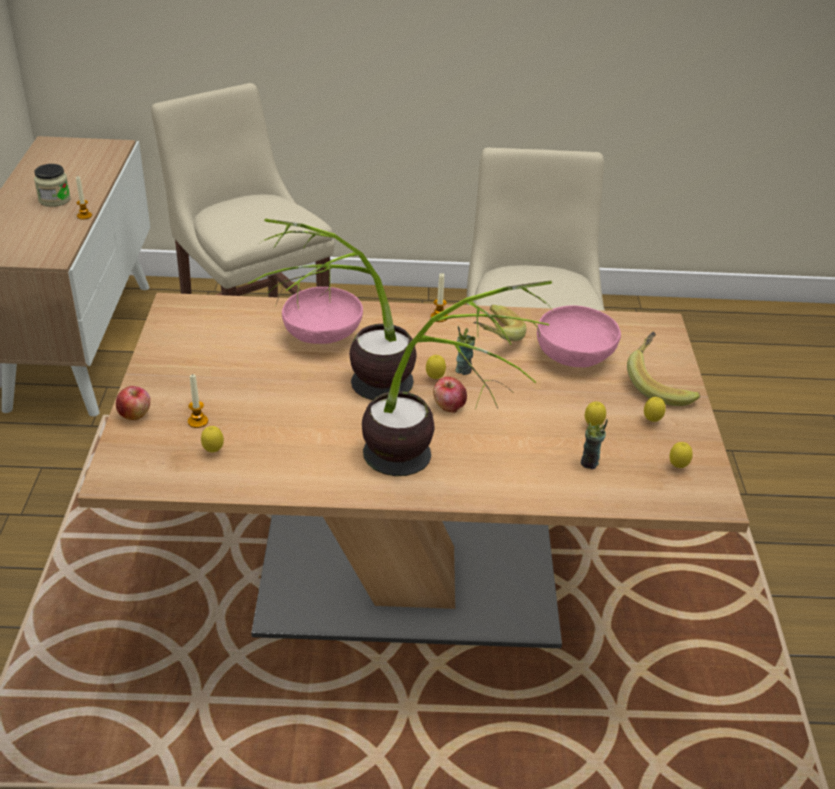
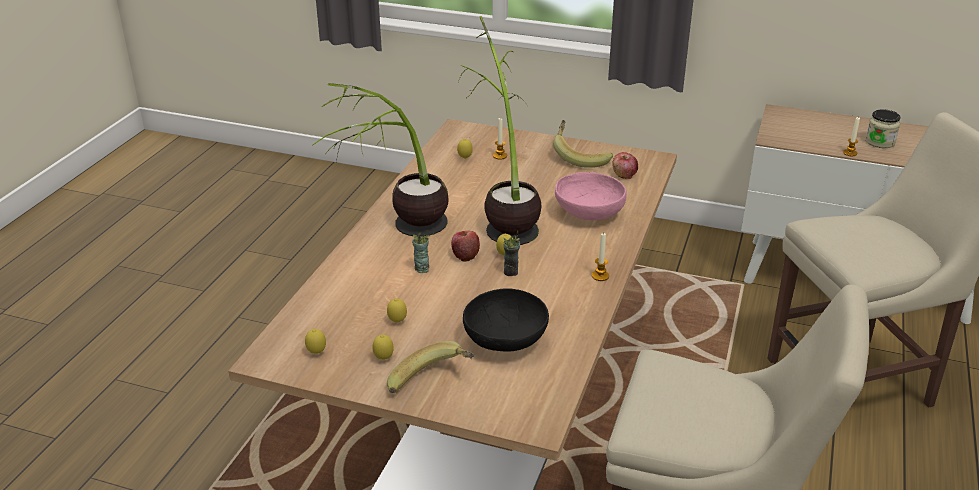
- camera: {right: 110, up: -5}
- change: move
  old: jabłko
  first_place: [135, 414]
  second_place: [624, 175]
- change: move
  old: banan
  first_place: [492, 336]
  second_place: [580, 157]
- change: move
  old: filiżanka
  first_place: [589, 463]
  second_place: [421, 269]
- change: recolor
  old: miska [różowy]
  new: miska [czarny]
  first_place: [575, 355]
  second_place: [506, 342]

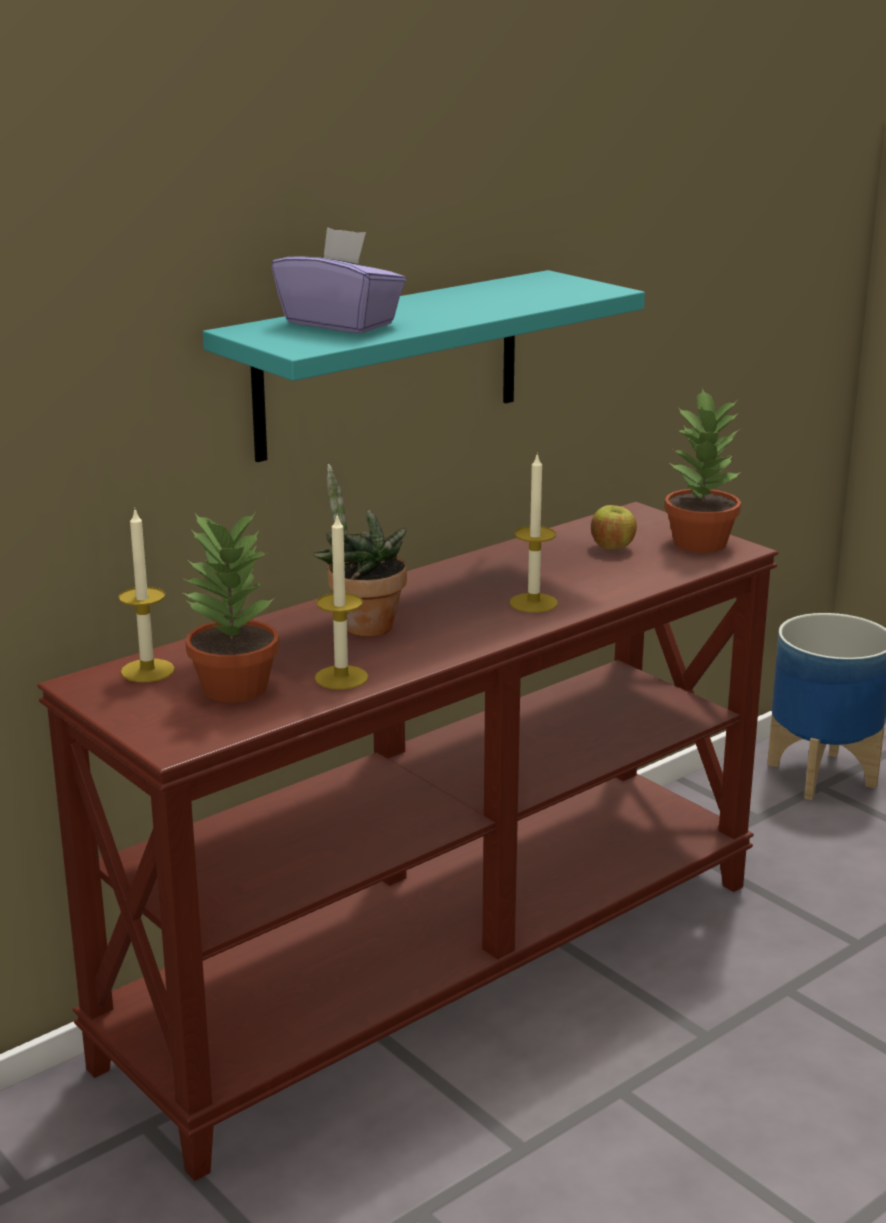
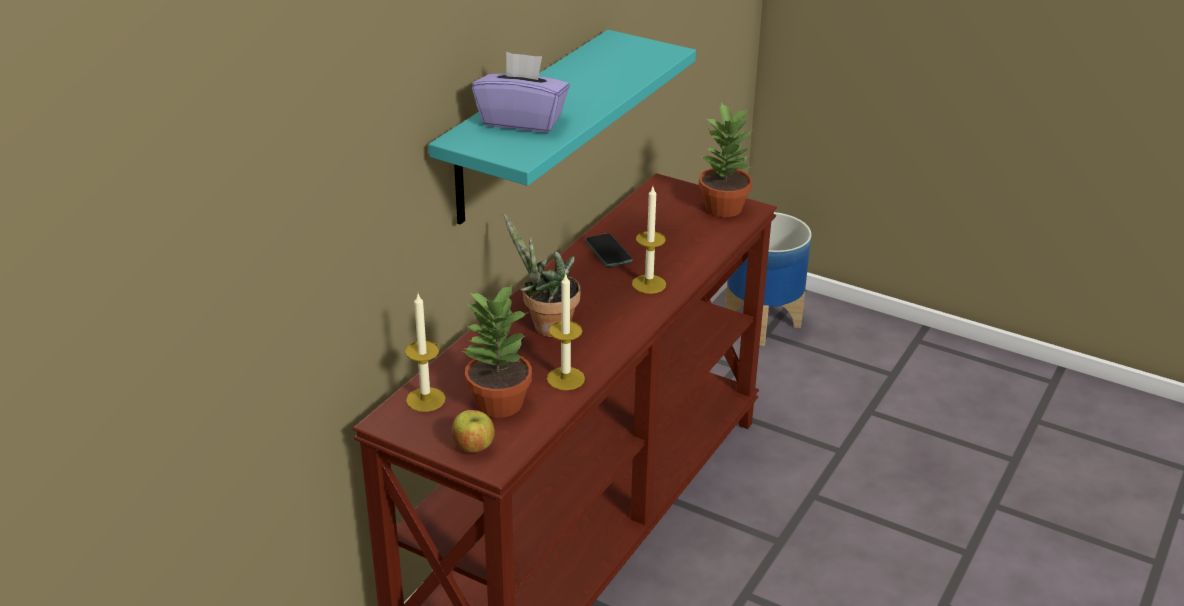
- camera: {right: -20, up: 10}
- change: insert
  new: telefon
  second_place: [608, 251]
- change: move
  old: jabłko
  first_place: [612, 547]
  second_place: [473, 447]

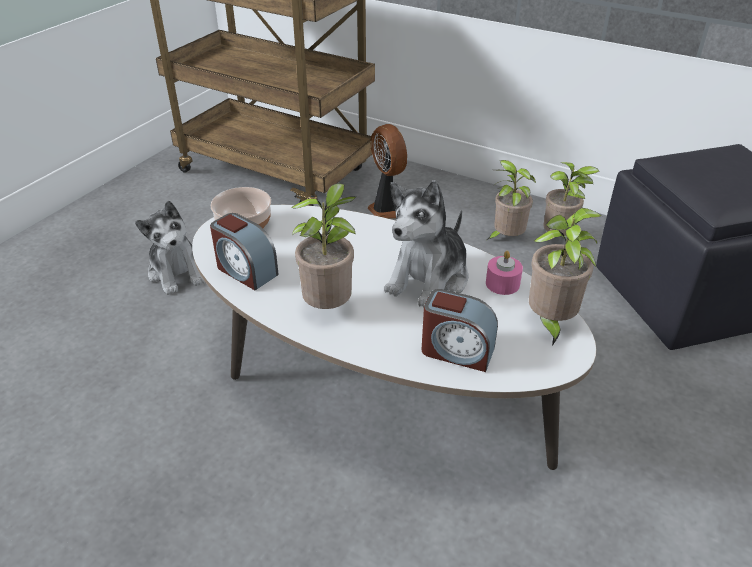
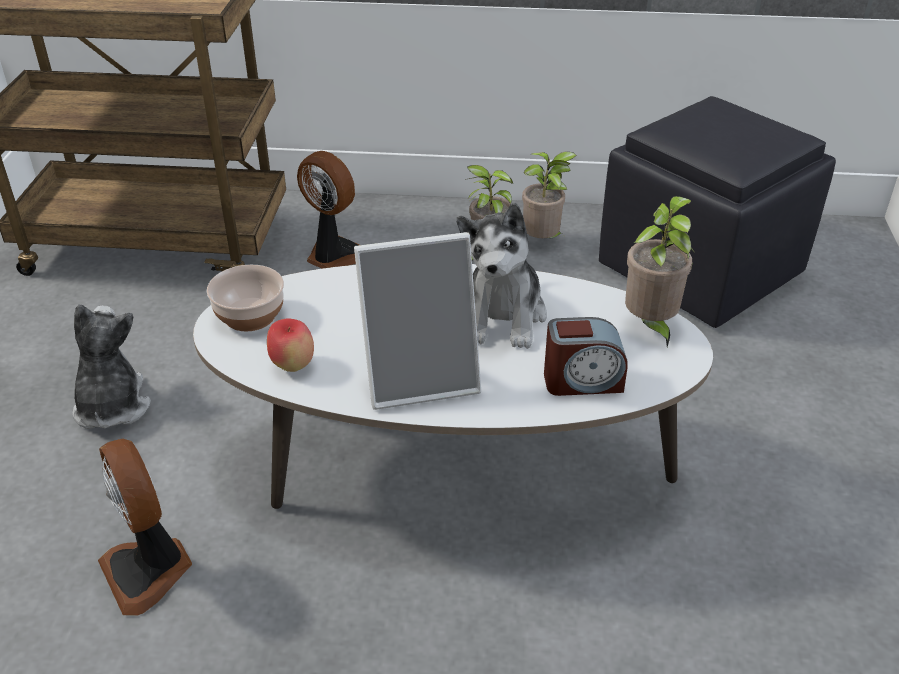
- camera: {right: -25, up: 0}
- change: delete
  old: świeca [różowy]
  first_place: [502, 284]
- change: insert
  new: wentylator
  second_place: [149, 570]
- change: replace
  old: budzik
  new: jabłko
  first_place: [245, 271]
  second_place: [293, 365]
- change: replace
  old: roślina doniczkowa
  new: ramka na zdjęcie
  first_place: [330, 307]
  second_place: [420, 377]
- change: rotate
  old: pluszak
  first_place: [177, 272]
  second_place: [112, 406]
  degrees: -135

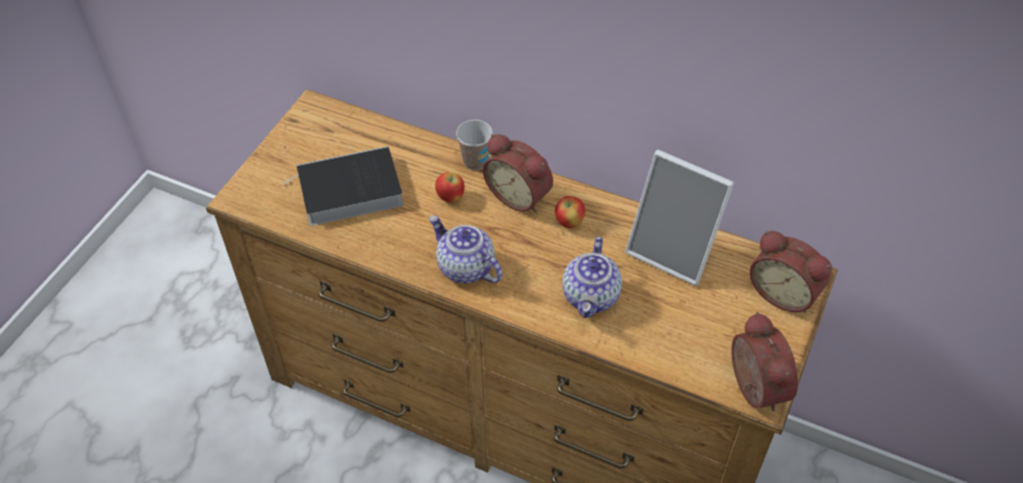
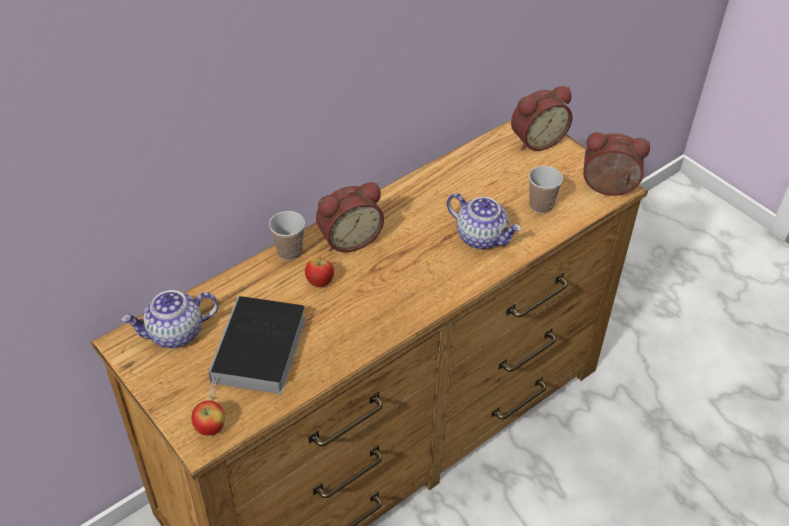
- camera: {right: -65, up: -5}
- change: delete
  old: ramka na zdjęcie
  first_place: [674, 251]
- change: insert
  new: filiżanka
  second_place: [541, 205]
- change: move
  old: imbryk
  first_place: [465, 268]
  second_place: [175, 334]
- change: move
  old: jabłko
  first_place: [569, 222]
  second_place: [210, 428]

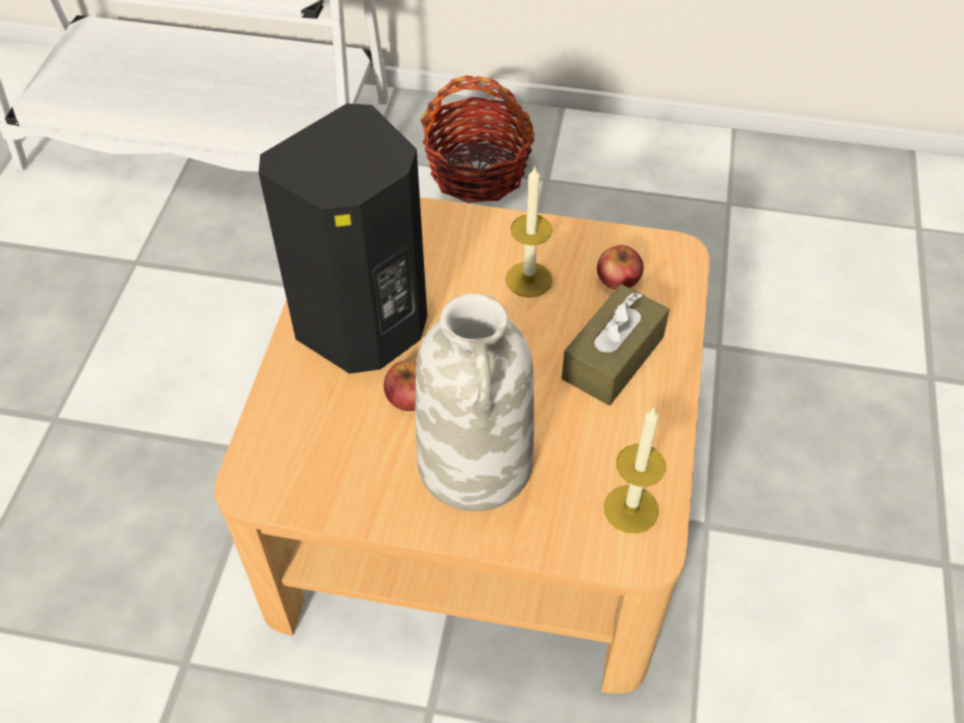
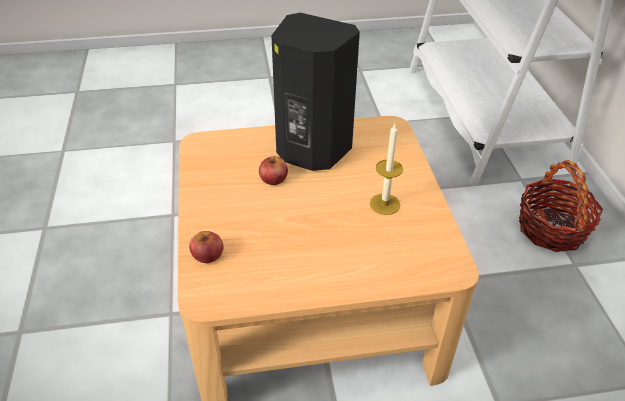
- camera: {right: 70, up: -10}
- change: delete
  old: wazon [biały]
  first_place: [477, 464]
- change: delete
  old: pudełko chusteczek [brązowy]
  first_place: [613, 358]
- change: delete
  old: świeca
  first_place: [631, 509]
- change: move
  old: jabłko
  first_place: [618, 279]
  second_place: [207, 255]

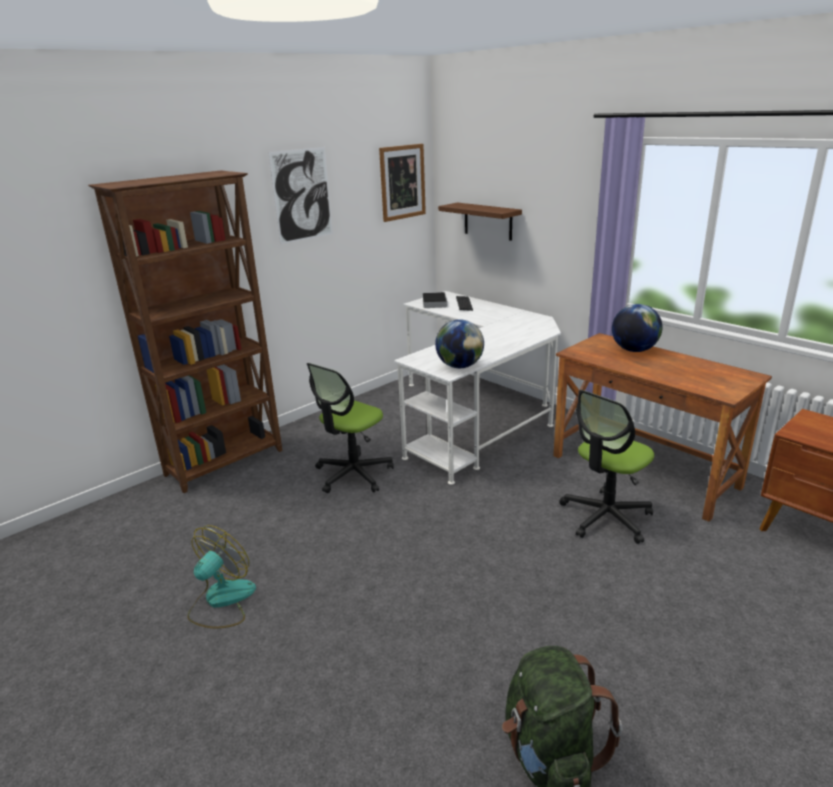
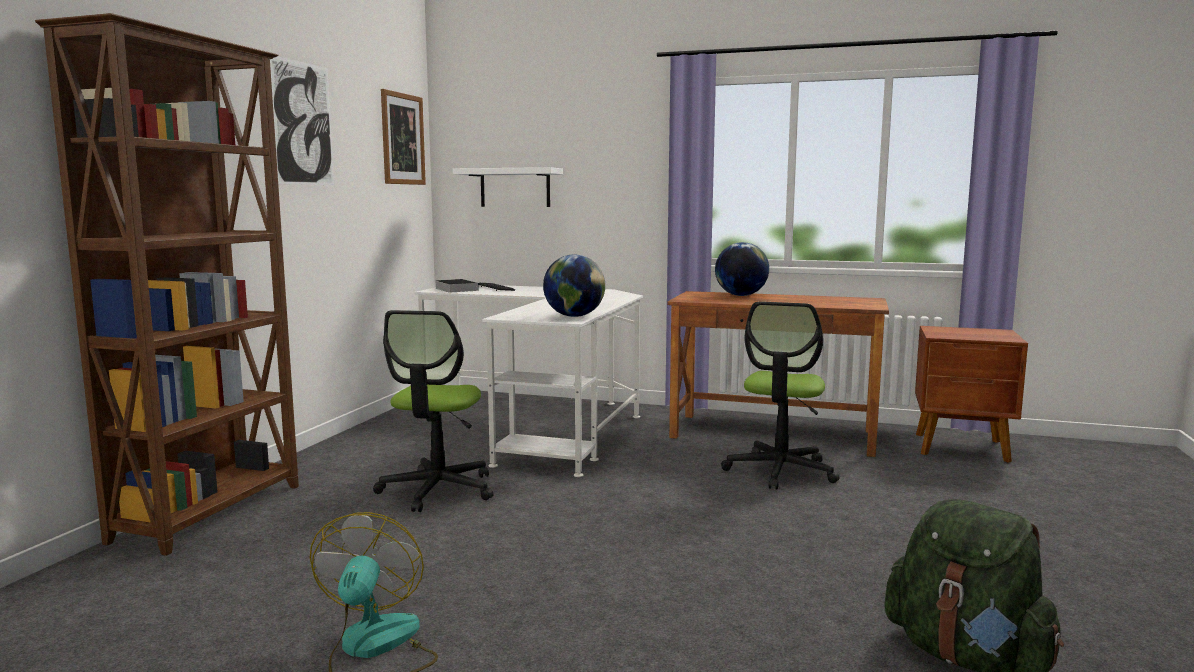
- camera: {right: -30, up: -15}
- change: recolor
  old: półka [brązowy]
  new: półka [biały]
  first_place: [488, 221]
  second_place: [515, 187]

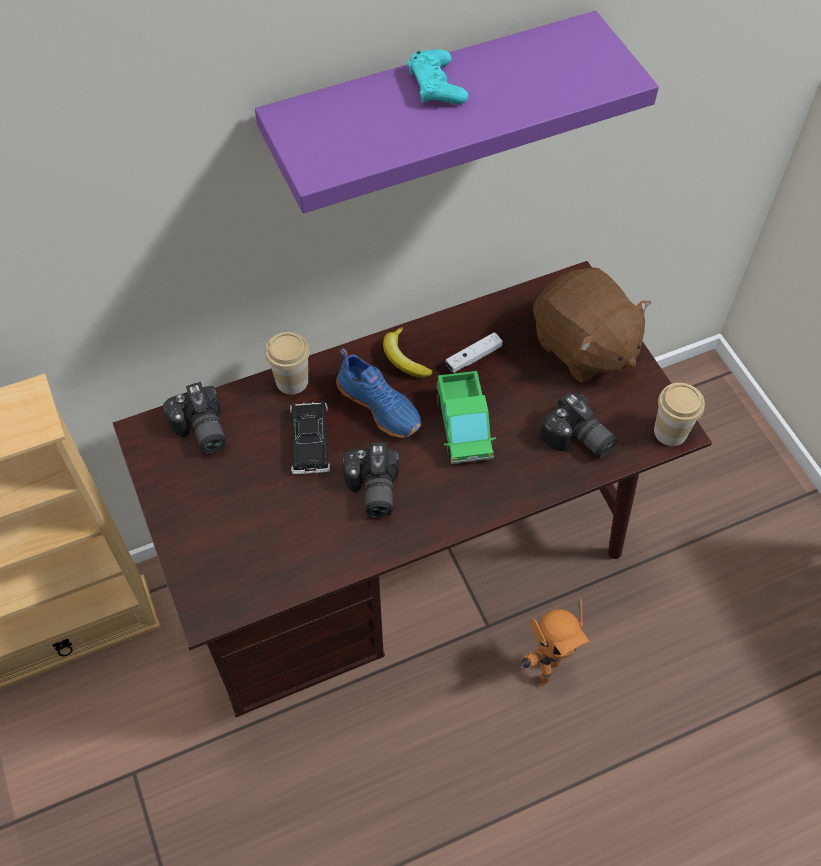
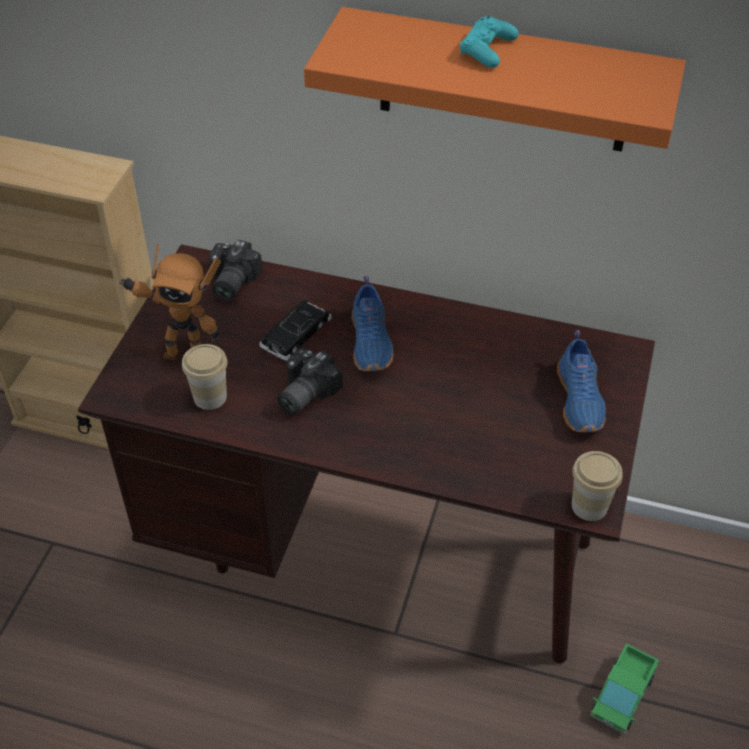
- camera: {right: 40, up: -10}
- change: delete
  old: banan
  first_place: [404, 358]
- change: delete
  old: pad do gier [biały]
  first_place: [473, 357]
- change: delete
  old: aparat fotograficzny
  first_place: [577, 440]
- change: move
  old: filiżanka
  first_place: [292, 381]
  second_place: [210, 397]
- change: move
  old: ciężarówka zabawkowa
  first_place: [464, 426]
  second_place: [622, 695]
- change: move
  old: robot zabawkowy
  first_place: [543, 670]
  second_place: [182, 350]
- change: replace
  old: pluszak [brązowy]
  new: but [niebieski]
  first_place: [583, 347]
  second_place: [580, 399]
- change: recolor
  old: półka [fioletowy]
  new: półka [pomarańczowy]
  first_place: [430, 105]
  second_place: [503, 81]

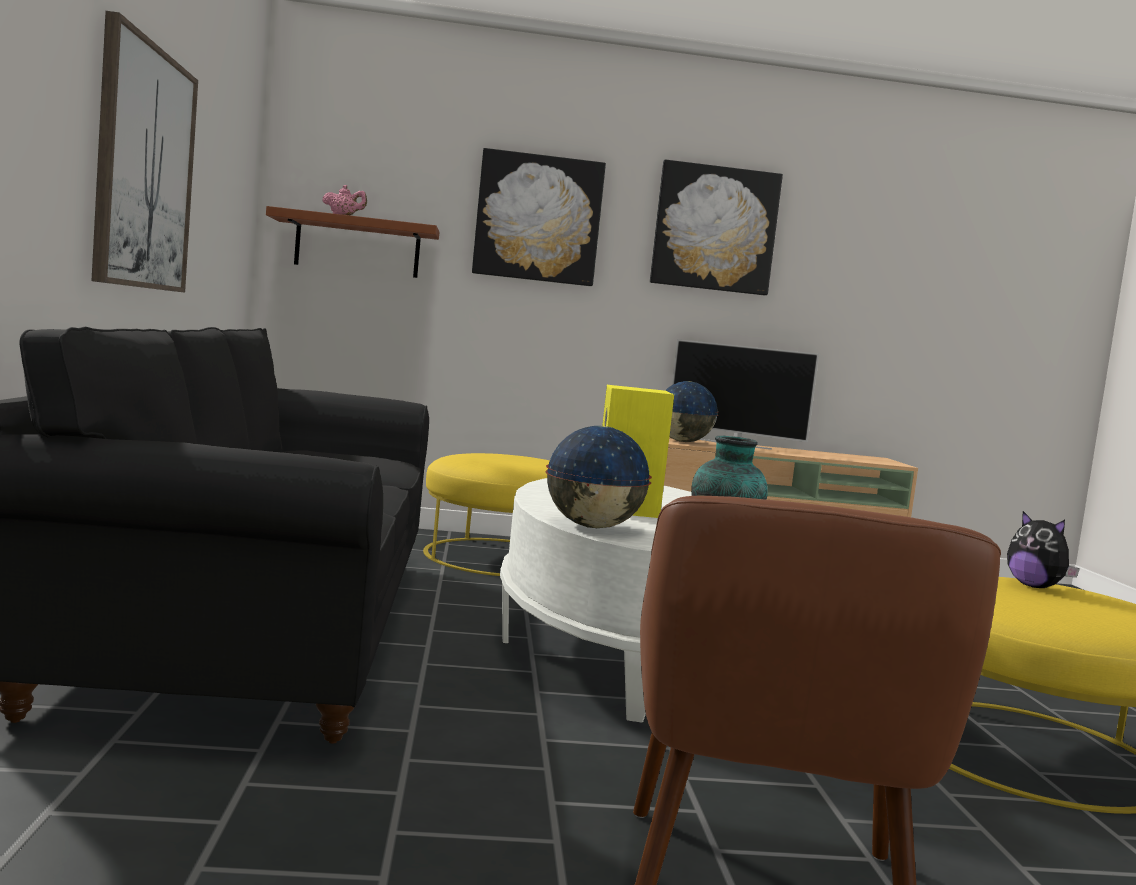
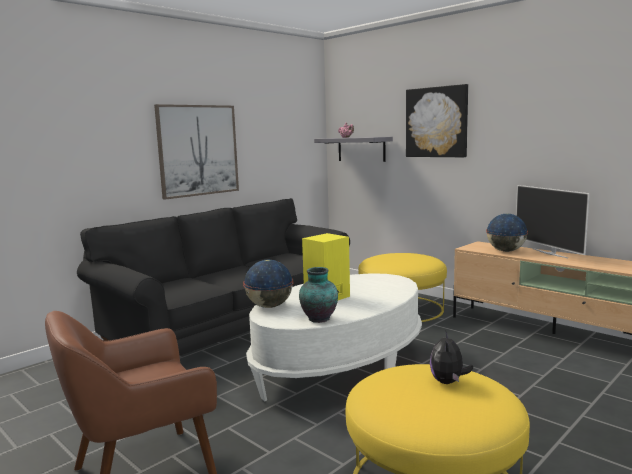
- camera: {right: 50, up: 5}
- change: delete
  old: obraz
  first_place: [714, 229]
- change: recolor
  old: półka [brązowy]
  new: półka [szary]
  first_place: [358, 246]
  second_place: [361, 149]

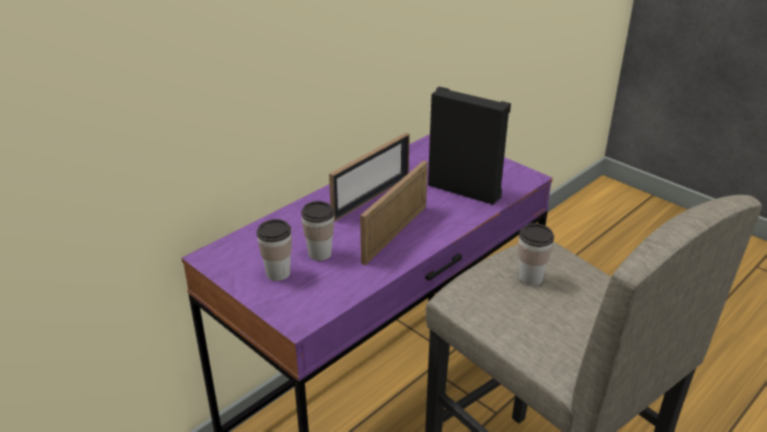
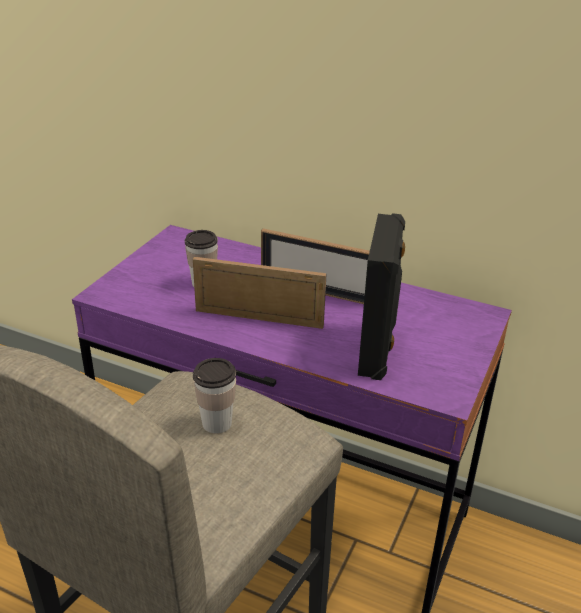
- camera: {right: 70, up: 0}
- change: delete
  old: filiżanka
  first_place: [278, 273]

